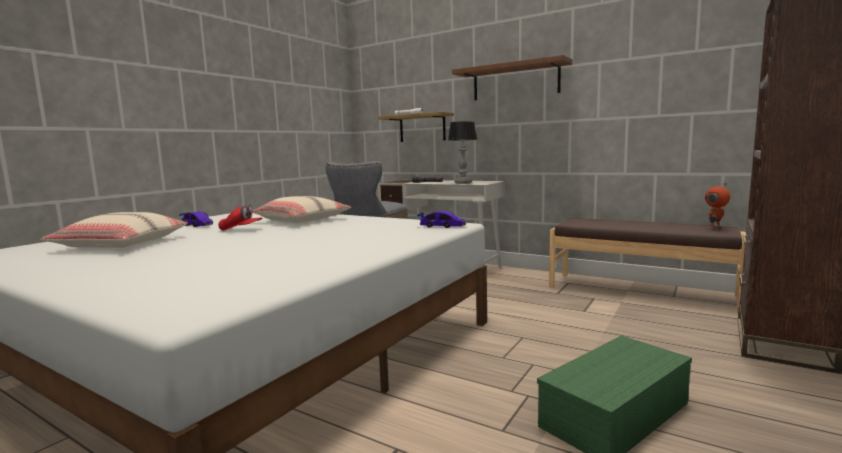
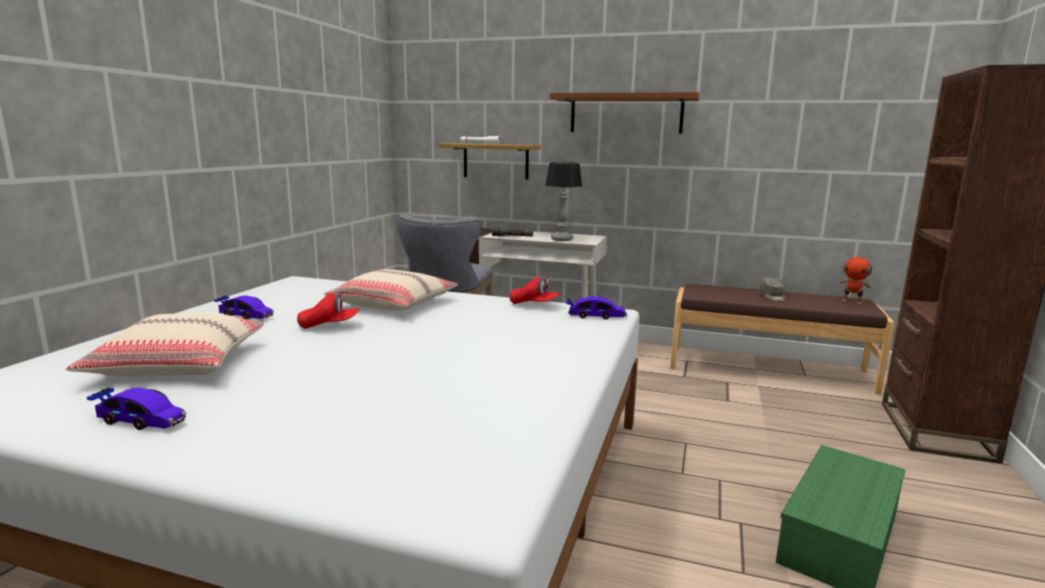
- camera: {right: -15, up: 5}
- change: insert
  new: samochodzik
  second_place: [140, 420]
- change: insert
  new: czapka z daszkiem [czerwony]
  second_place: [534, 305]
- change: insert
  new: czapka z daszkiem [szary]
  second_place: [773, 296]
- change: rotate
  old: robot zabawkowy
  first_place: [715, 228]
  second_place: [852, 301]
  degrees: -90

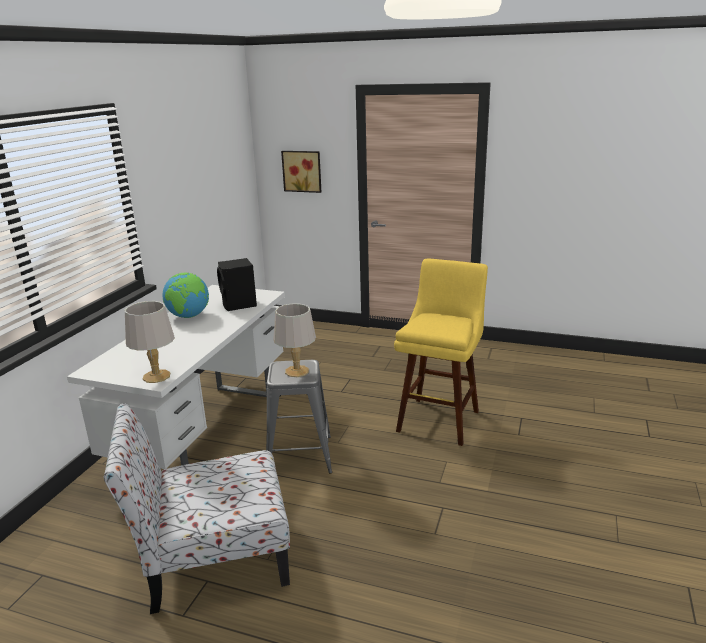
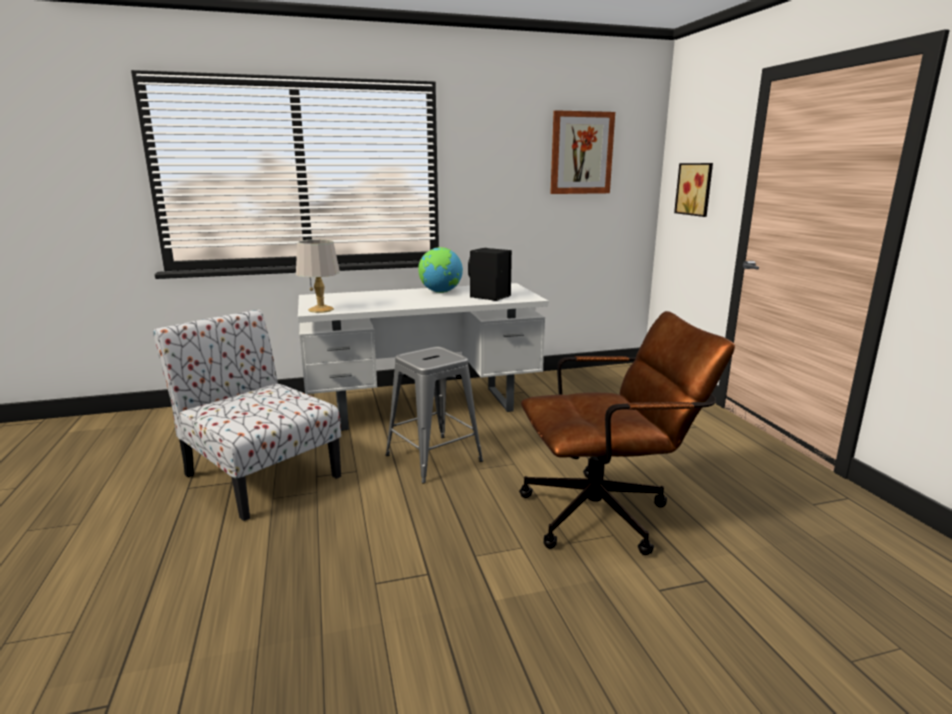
- camera: {right: 55, up: -5}
- change: delete
  old: lampa stołowa [szary]
  first_place: [296, 371]
- change: insert
  new: obraz
  second_place: [581, 153]
- change: replace
  old: stołek [żółty]
  new: krzesło biurowe [brązowy]
  first_place: [440, 418]
  second_place: [607, 513]

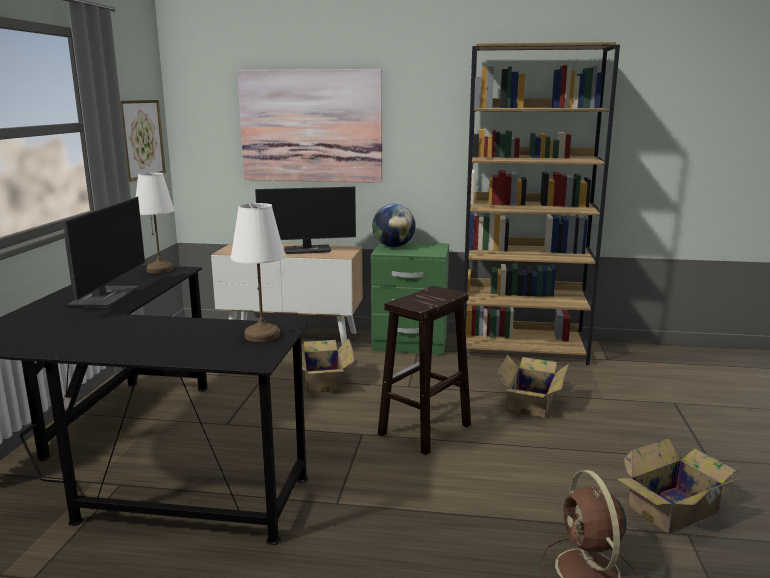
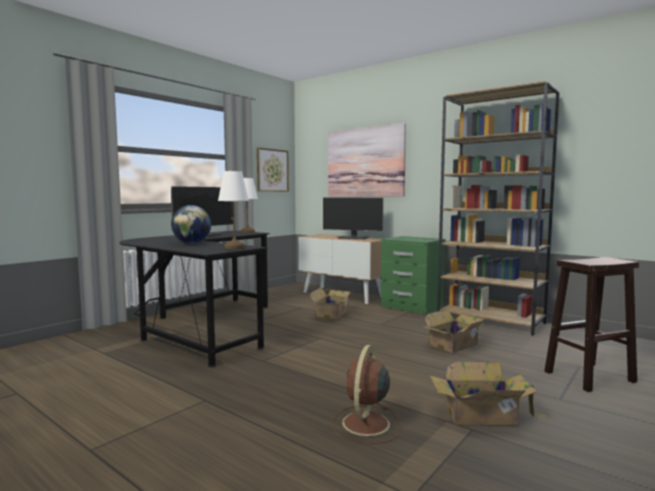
- camera: {right: 30, up: -10}
- change: move
  old: globus
  first_place: [393, 246]
  second_place: [192, 243]
- change: move
  old: stołek [brązowy]
  first_place: [424, 430]
  second_place: [588, 377]

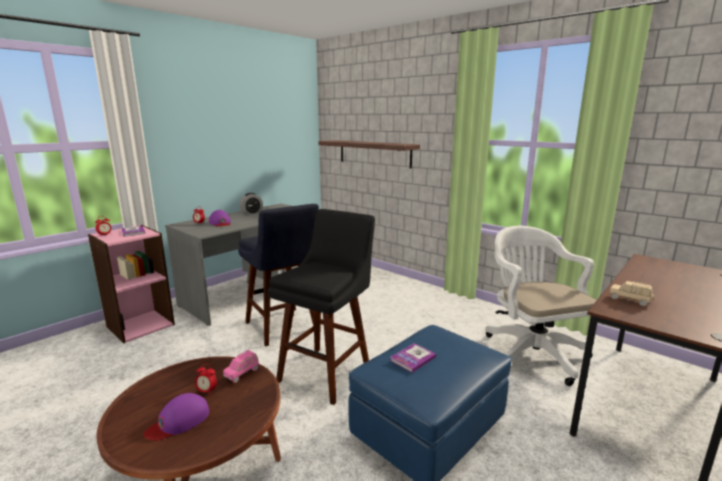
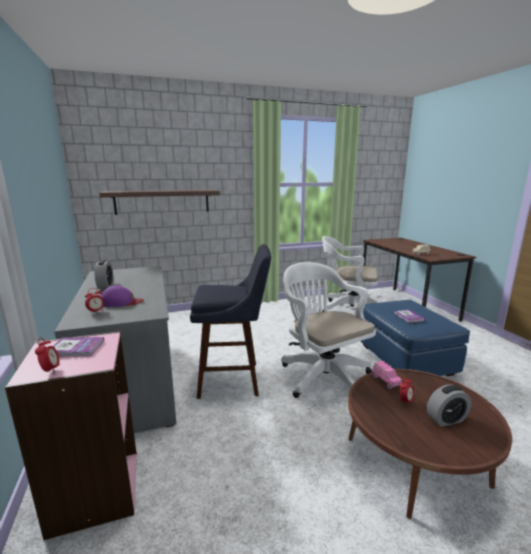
- camera: {right: -60, up: 0}
- change: replace
  old: czapka z daszkiem [fioletowy]
  new: budzik
  first_place: [179, 421]
  second_place: [446, 419]
- change: replace
  old: stołek [czarny]
  new: krzesło biurowe [biały]
  first_place: [328, 370]
  second_place: [322, 375]

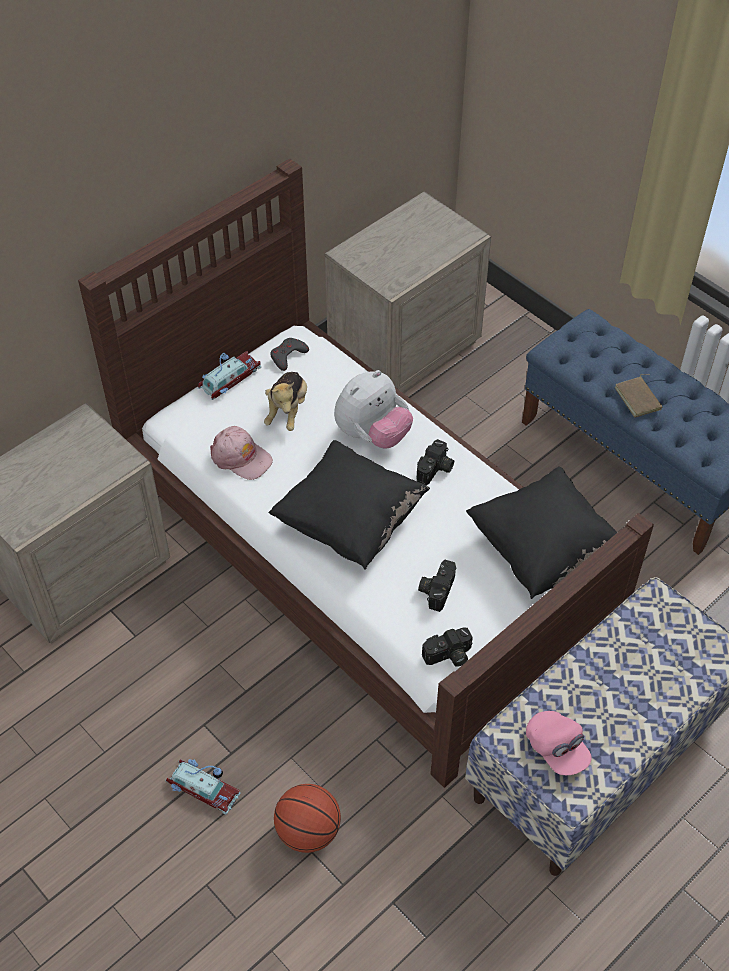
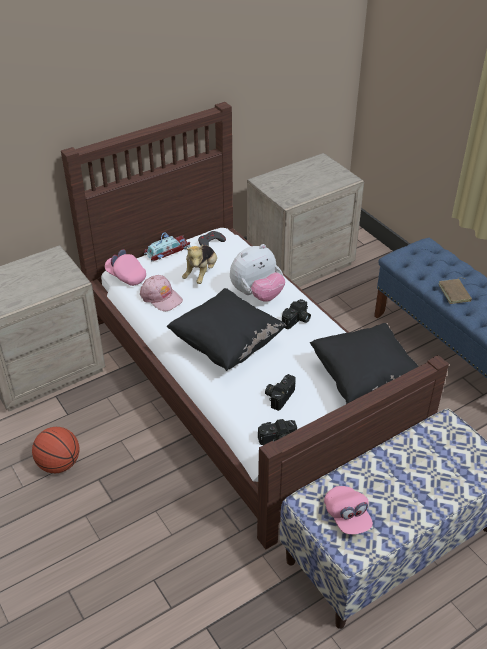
- camera: {right: 10, up: -10}
- change: delete
  old: samochodzik
  first_place: [203, 786]
- change: insert
  new: czapka z daszkiem [różowy]
  second_place: [126, 276]
- change: move
  old: piłka do koszykówki
  first_place: [308, 831]
  second_place: [59, 464]

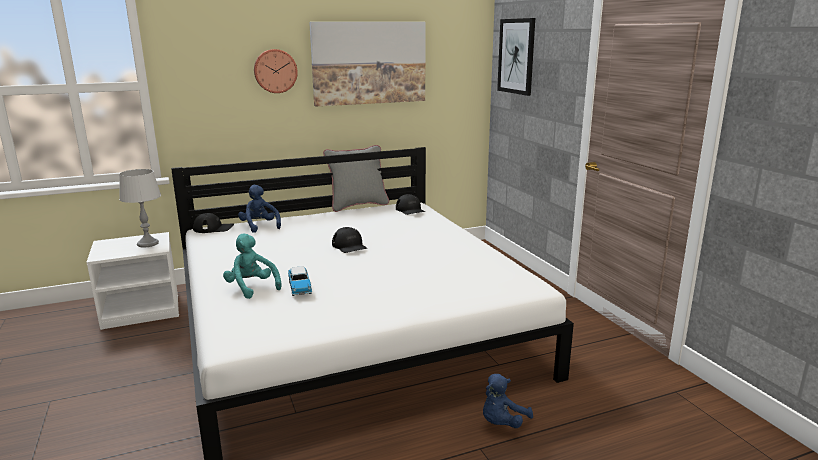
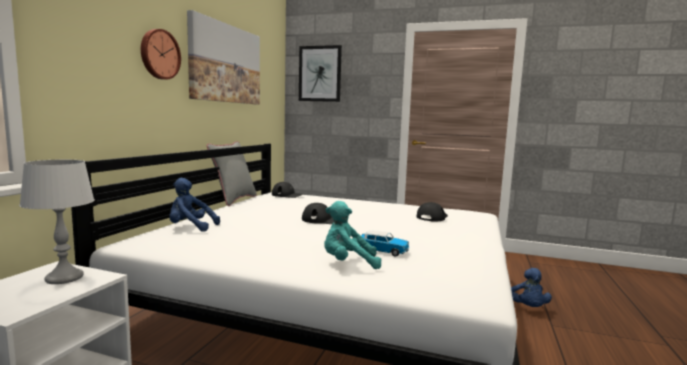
- camera: {right: -50, up: -10}
- change: move
  old: czapka z daszkiem [czarny]
  first_place: [213, 228]
  second_place: [432, 217]

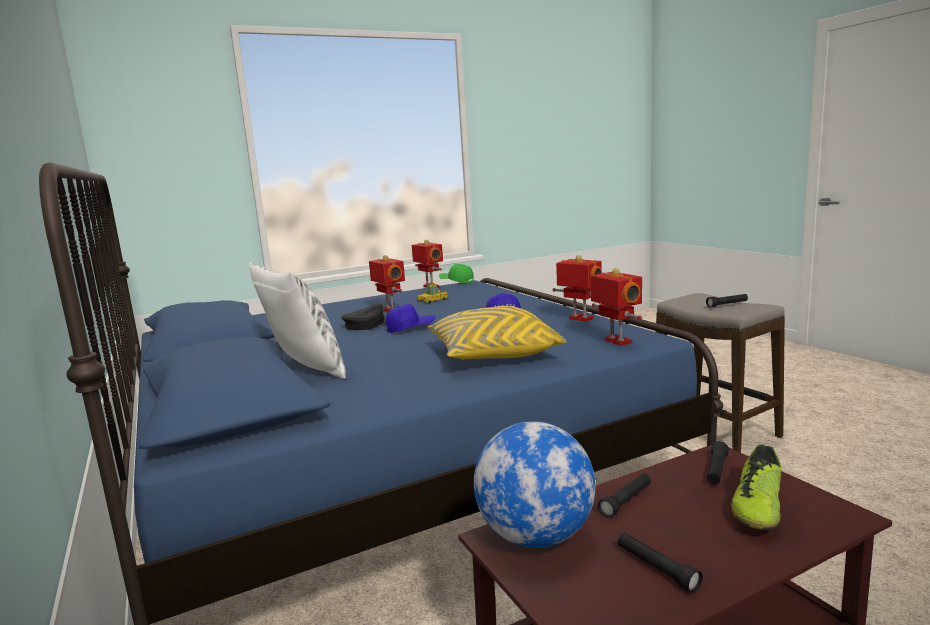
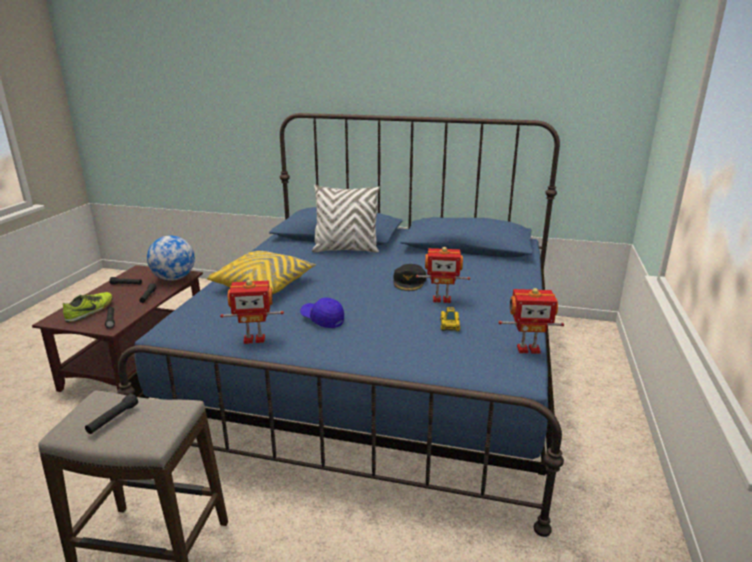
- camera: {right: 130, up: 10}
- change: delete
  old: czapka z daszkiem [niebieski]
  first_place: [411, 328]
- change: delete
  old: czapka z daszkiem [zielony]
  first_place: [456, 282]
- change: delete
  old: robot zabawkowy
  first_place: [616, 342]
- change: rotate
  old: but
  first_place: [757, 507]
  second_place: [90, 311]
  degrees: 45

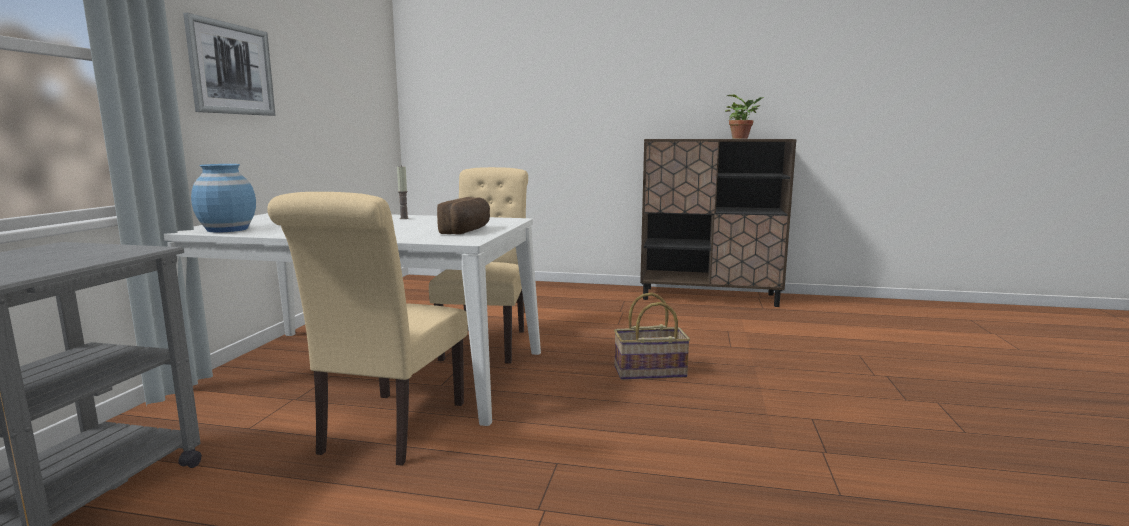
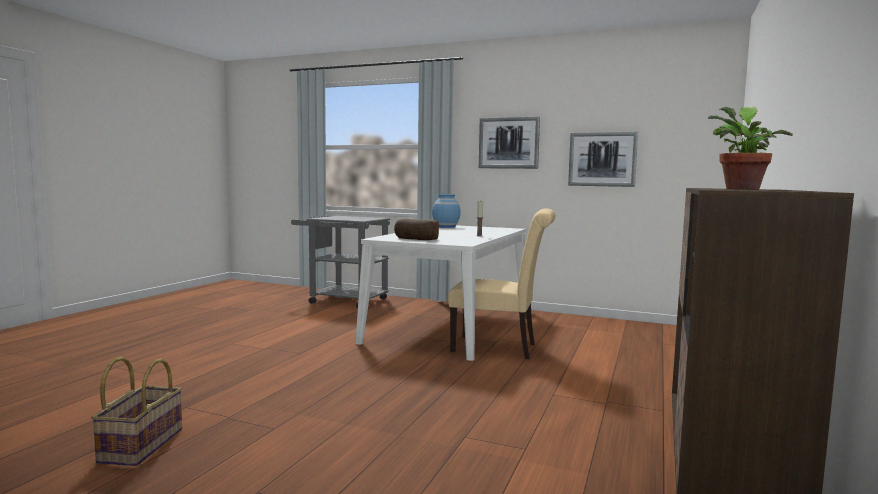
- camera: {right: 100, up: -5}
- change: delete
  old: krzesło [beżowy]
  first_place: [388, 431]
- change: insert
  new: obraz
  second_place: [602, 159]
- change: move
  old: koszyk
  first_place: [649, 372]
  second_place: [140, 445]

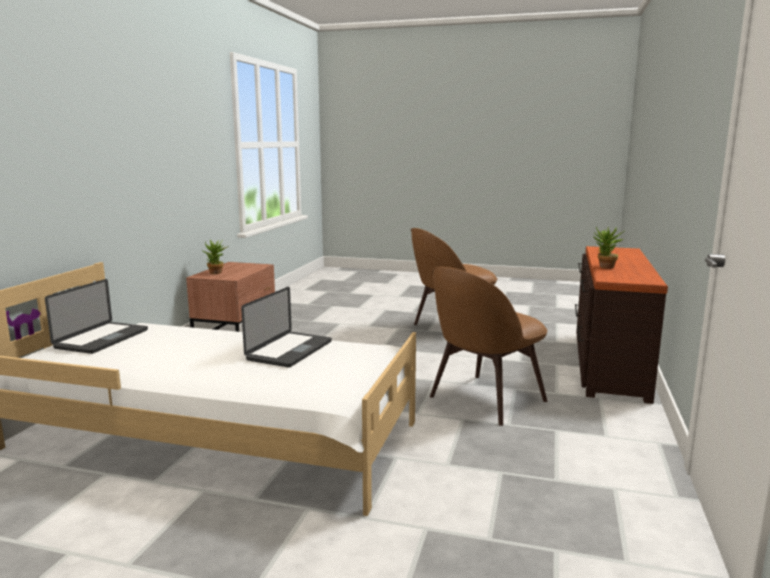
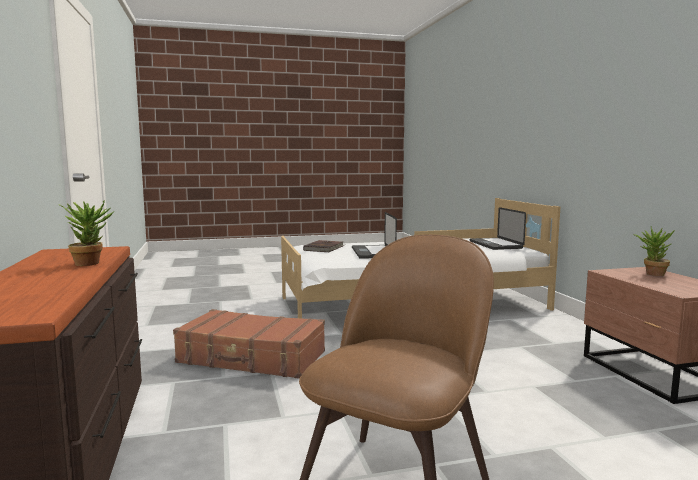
- camera: {right: 150, up: -5}
- change: insert
  new: książka [brązowy]
  second_place: [324, 248]
- change: replace
  old: krzesło [brązowy]
  new: walizka [brązowy]
  first_place: [484, 400]
  second_place: [251, 358]

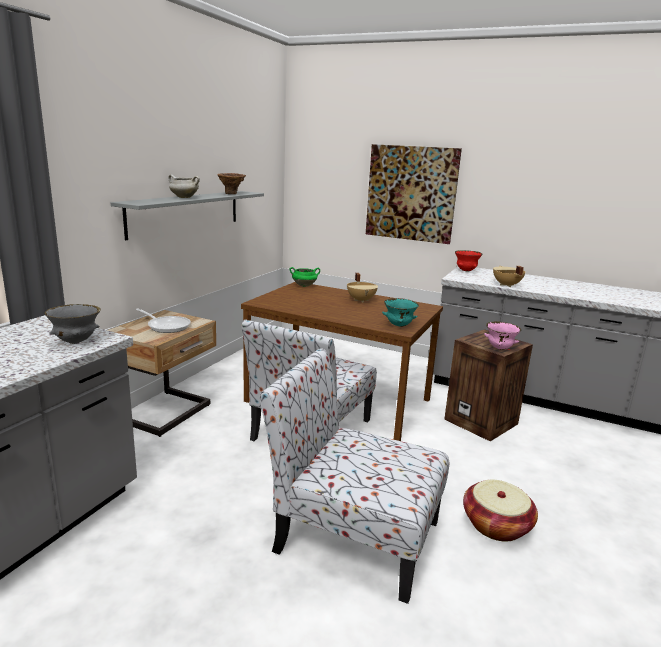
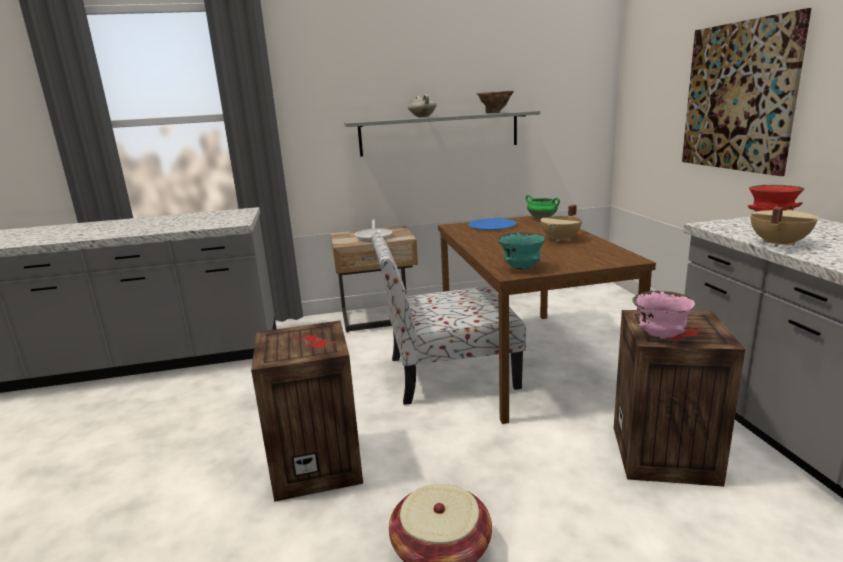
- camera: {right: 55, up: 0}
- change: delete
  old: miska [szary]
  first_place: [76, 342]
- change: insert
  new: talerz [niebieski]
  second_place: [492, 226]
- change: replace
  old: krzesło
  new: skrzynka
  first_place: [353, 535]
  second_place: [318, 463]

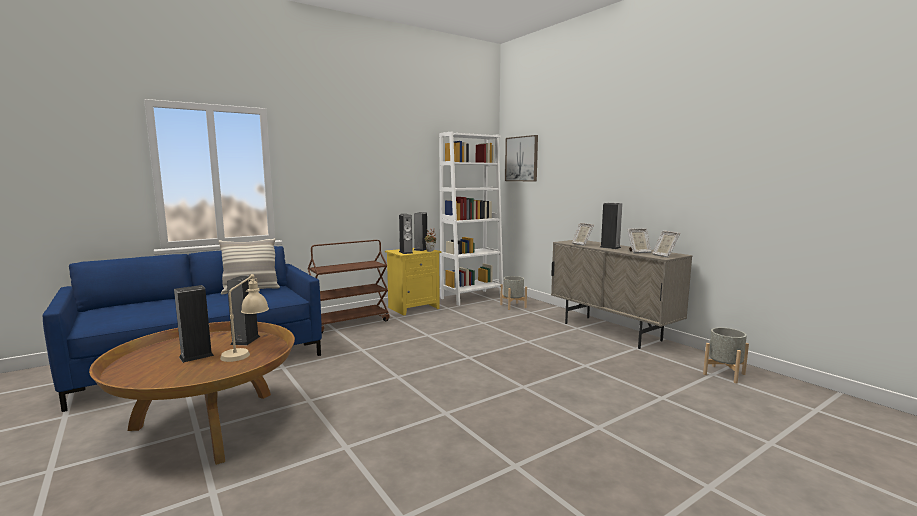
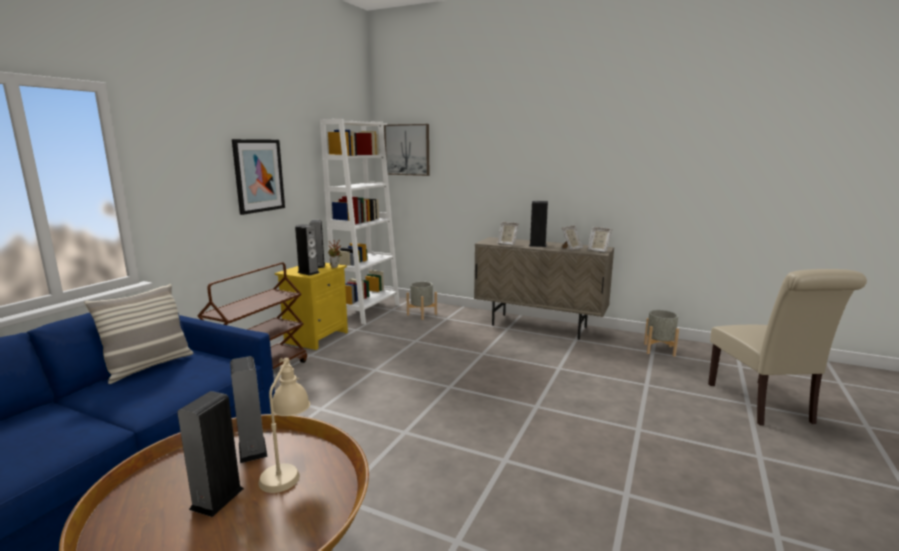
- camera: {right: -30, up: 5}
- change: insert
  new: obraz
  second_place: [258, 175]
- change: insert
  new: krzesło [beżowy]
  second_place: [763, 405]

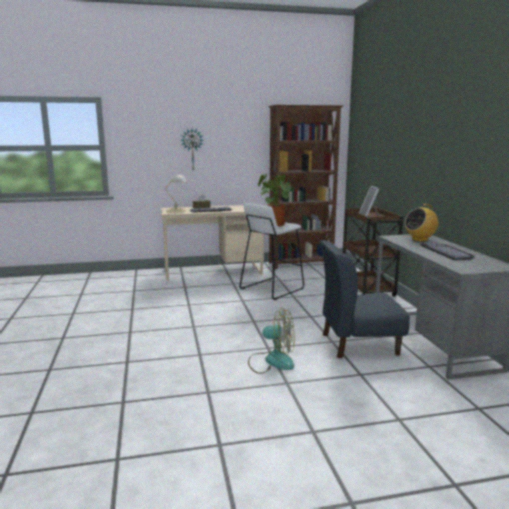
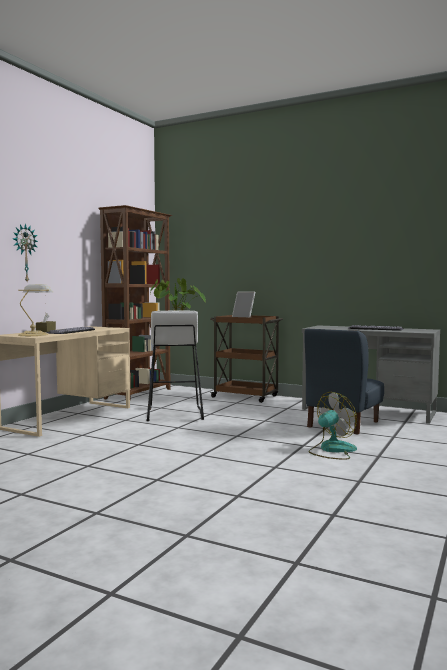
- camera: {right: -50, up: -10}
- change: delete
  old: radio
  first_place: [420, 239]

